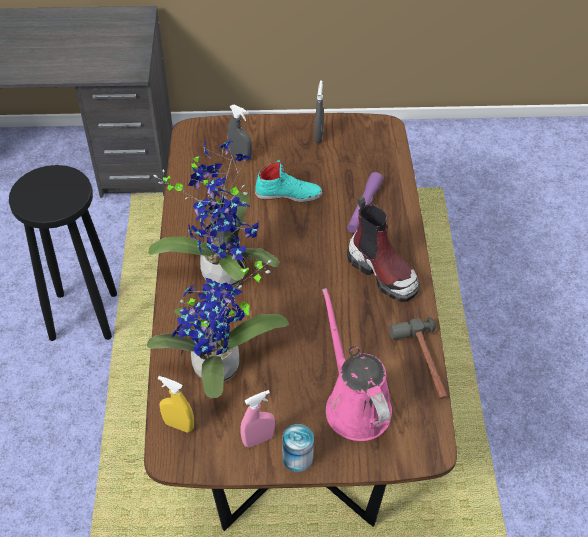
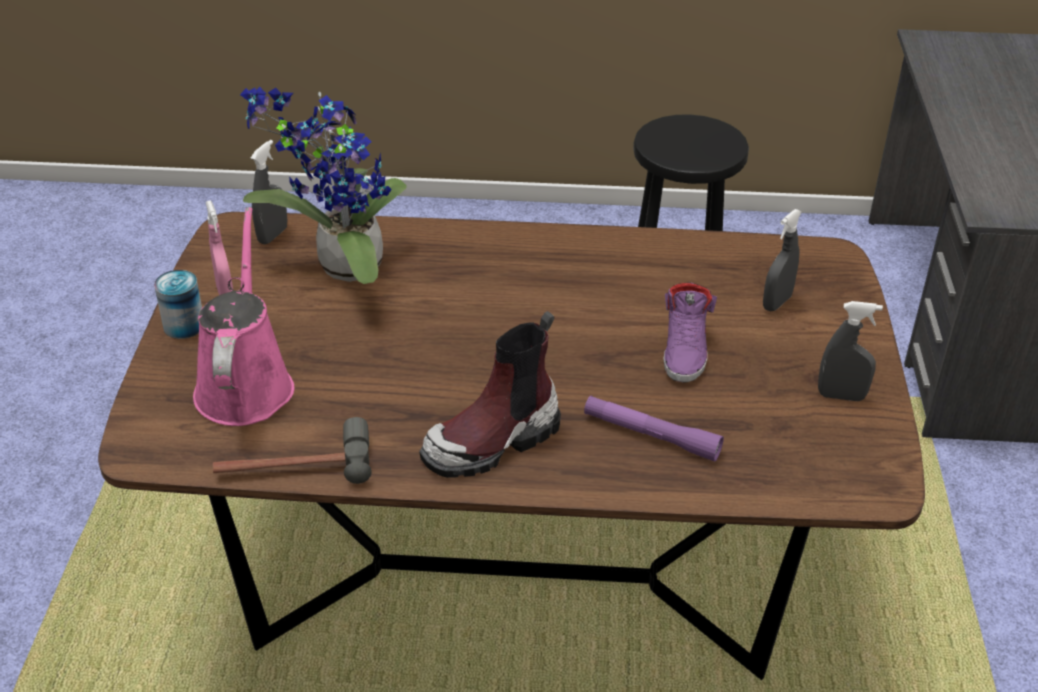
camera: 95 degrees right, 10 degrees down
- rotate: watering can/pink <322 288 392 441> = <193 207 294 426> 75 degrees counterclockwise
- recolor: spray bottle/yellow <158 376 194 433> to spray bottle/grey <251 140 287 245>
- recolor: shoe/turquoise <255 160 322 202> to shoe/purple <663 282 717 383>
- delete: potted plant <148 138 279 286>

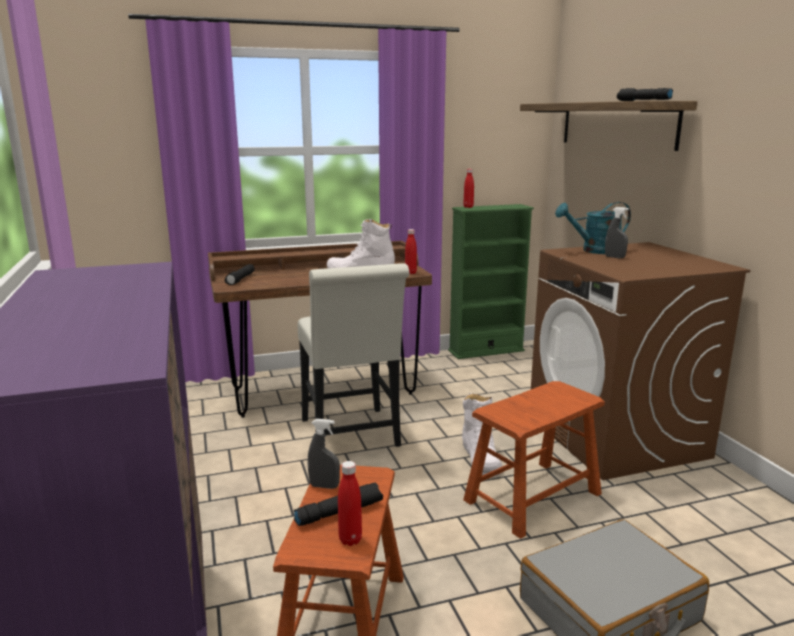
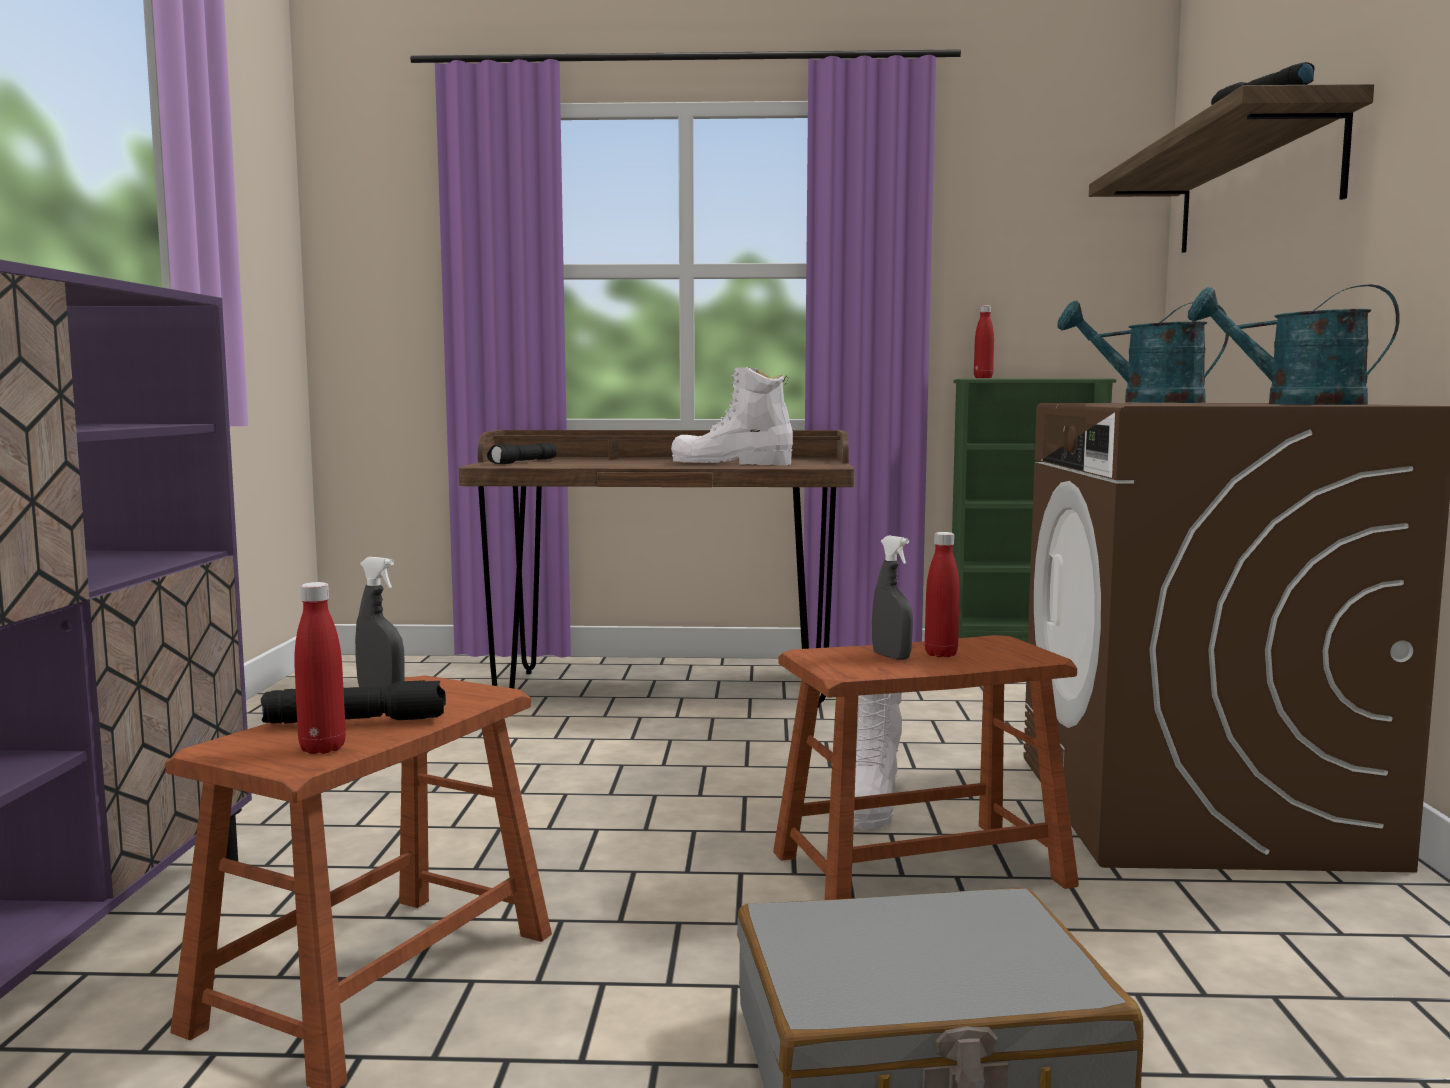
camera: 20 degrees right, 10 degrees down
- move: spray bottle/grey <605 207 629 258> to <872 536 913 660>
- move: bottle/red <405 229 417 274> to <925 532 959 657>
- insert: watering can/turquoise <1188 284 1400 405>
- delete: chair/white <298 263 410 447>

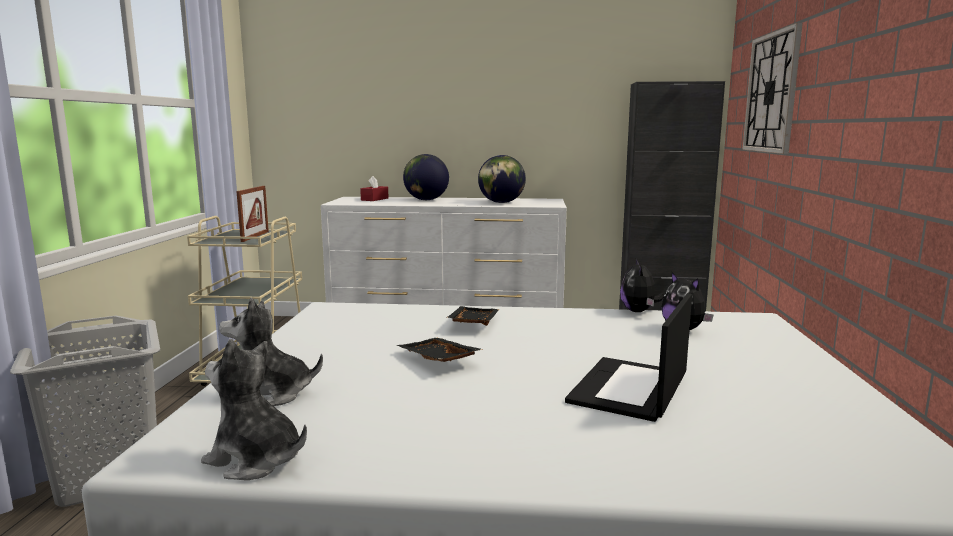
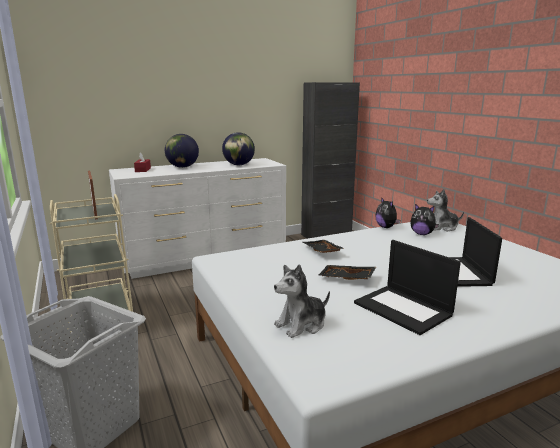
camera: 30 degrees left, 5 degrees up
- insert: laptop <354 240 461 335>
- move: plush toy <201 339 307 480> to <427 189 464 231>
- delete: wall clock <742 23 803 154>

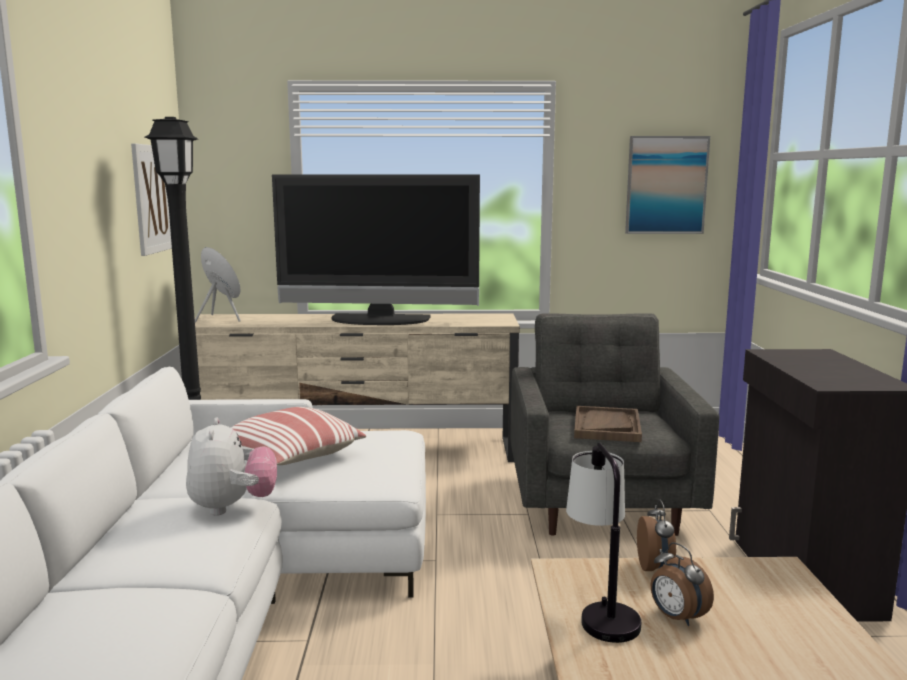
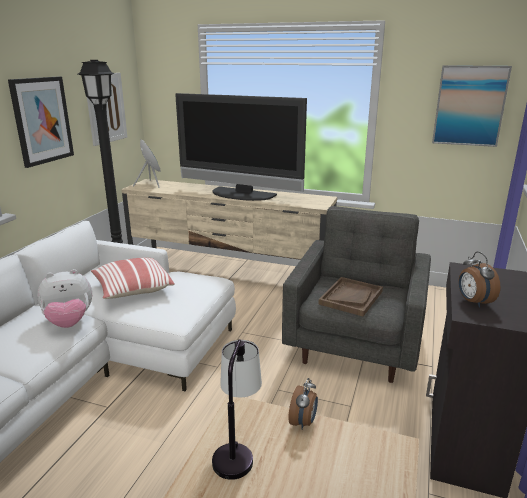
camera: 20 degrees right, 10 degrees up
- insert: picture <8 76 74 168>
- rotate: plush toy <186 418 277 516> = <37 269 92 328> 60 degrees clockwise
- move: alarm clock <651 542 714 626> to <458 252 500 307>

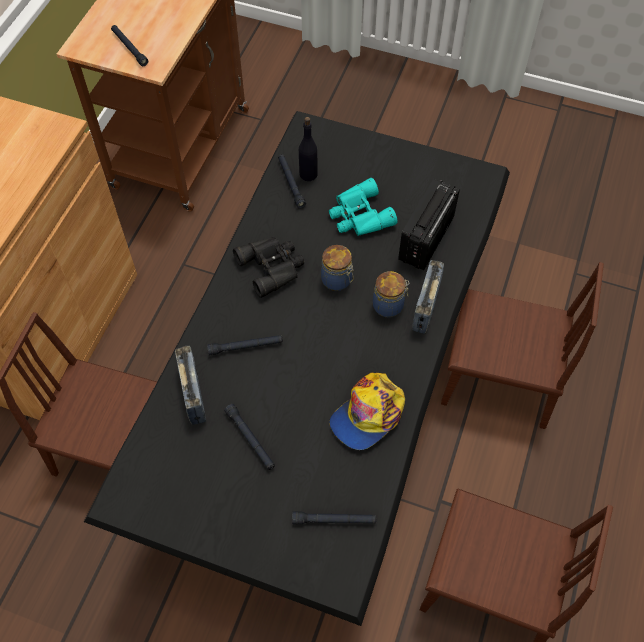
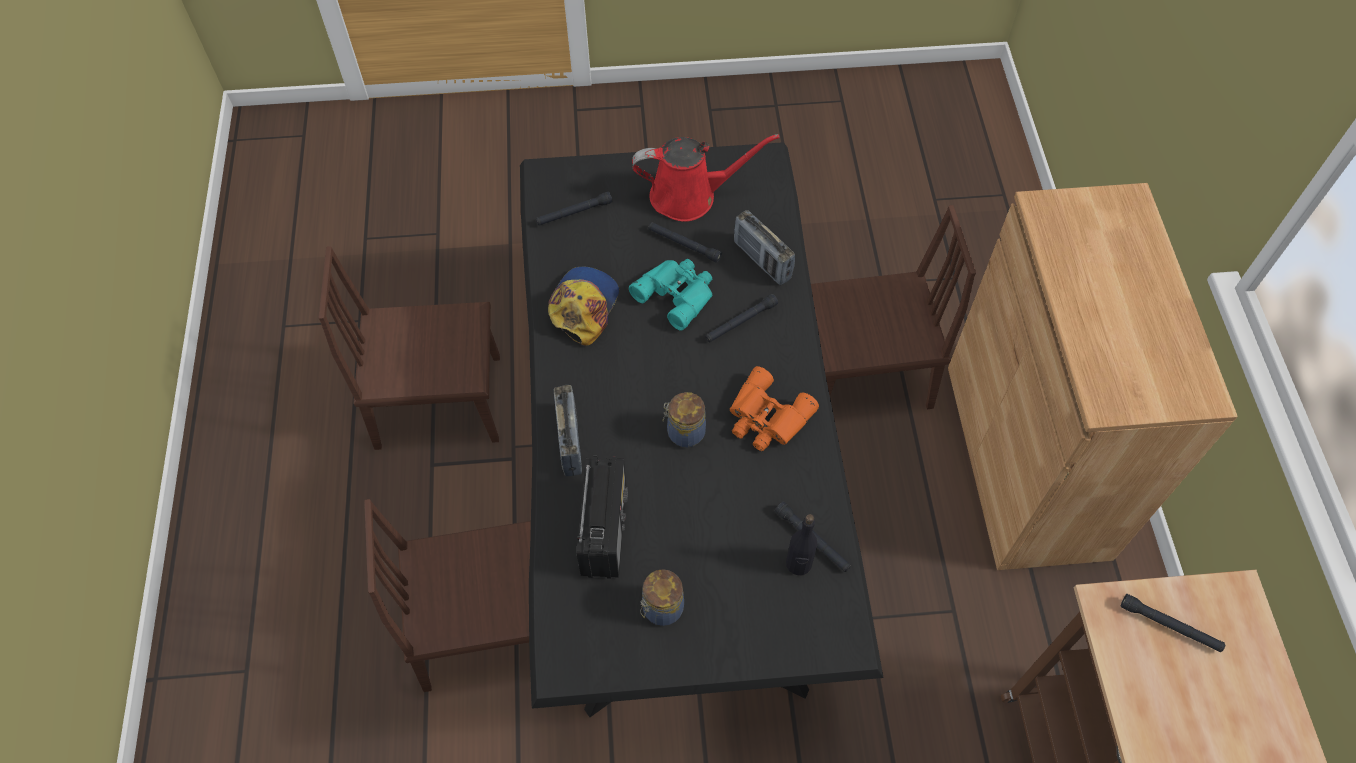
camera: 155 degrees right, 0 degrees up
- move: binoculars/turquoise <329 178 398 236> to <629 259 712 331>
- insert: watering can/red <632 134 780 222>
- move: jar <373 271 409 318> to <640 569 684 626>
- recolor: binoculars/black <233 237 304 298> to binoculars/orange <730 366 819 451>

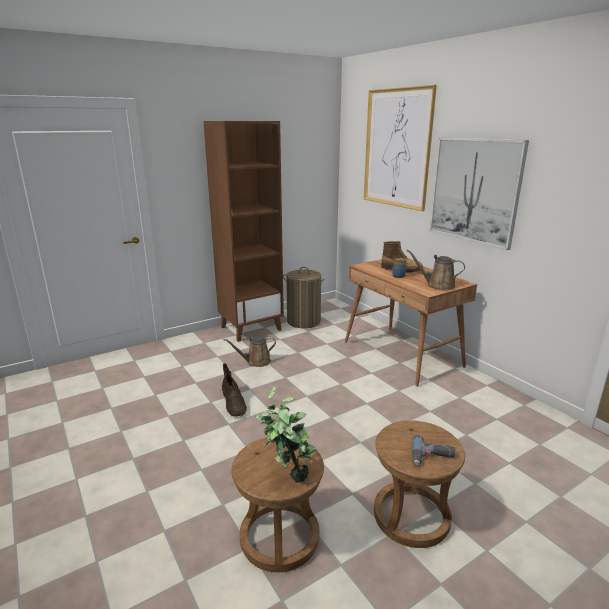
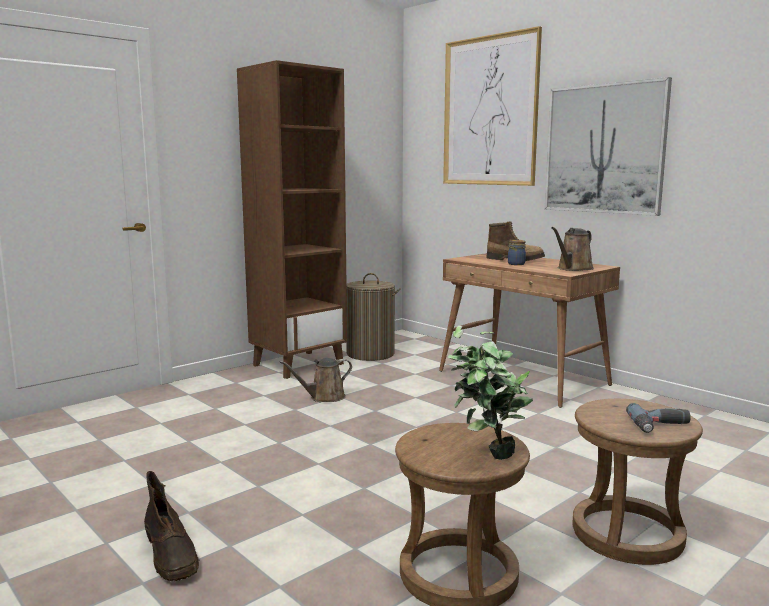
camera: 10 degrees left, 10 degrees down
- move: boot/brown <222 363 247 417> to <144 471 200 581>
- rotate: watering can/brown <406 249 465 290> = <551 227 594 271> 60 degrees counterclockwise

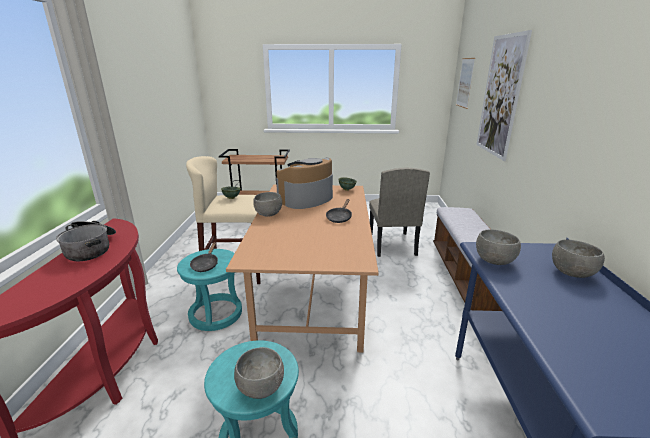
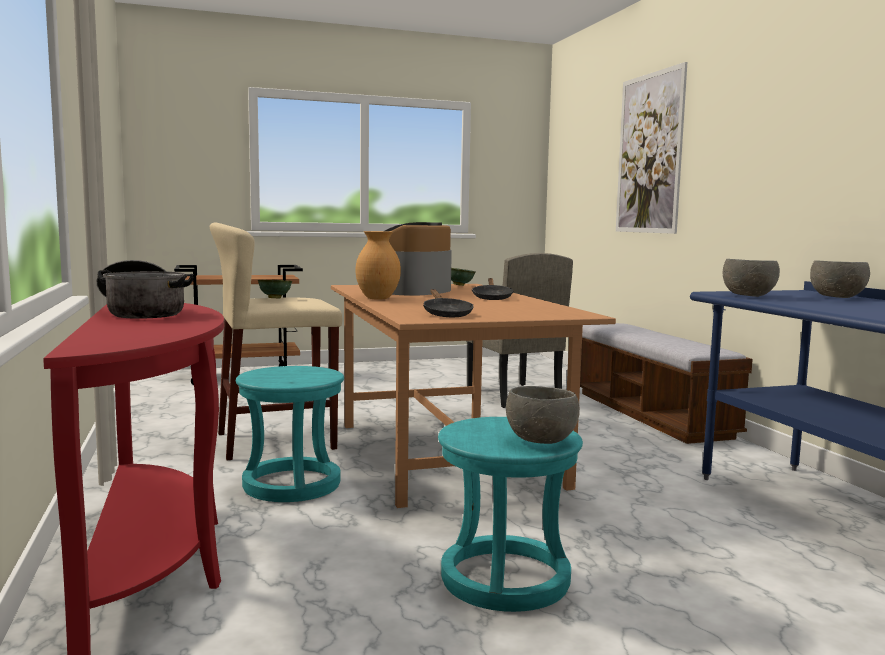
camera: 20 degrees left, 15 degrees down
- replace: bowl/grey <253 192 282 217> to vase/brown <356 231 401 300>
- move: frying pan/black <190 242 218 272> to <423 289 474 317>
- delete: picture <456 58 475 109>

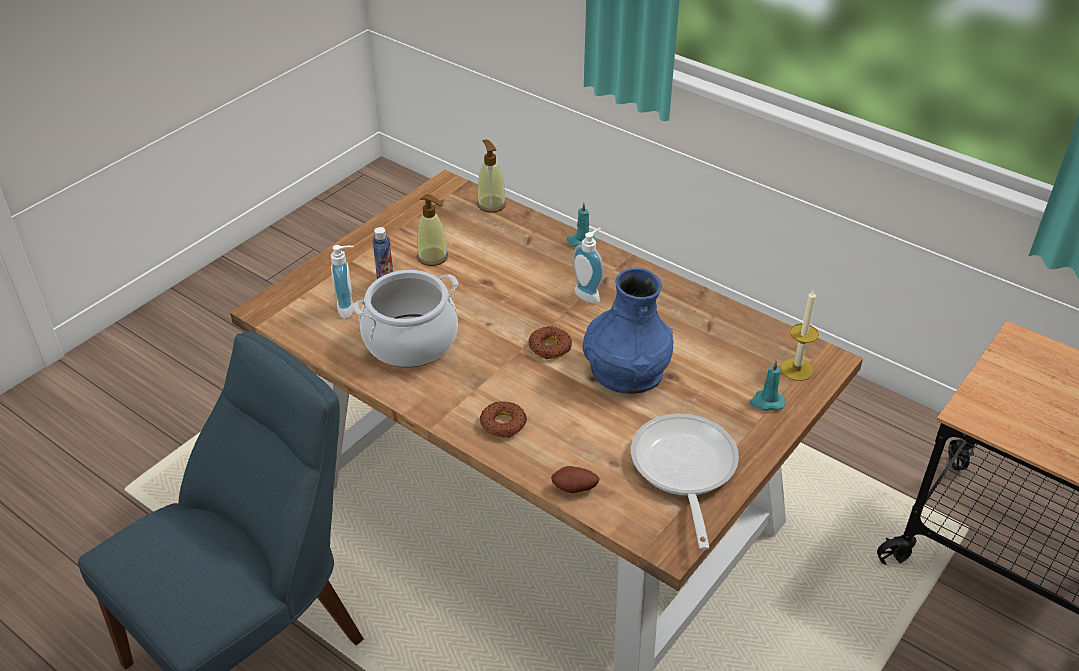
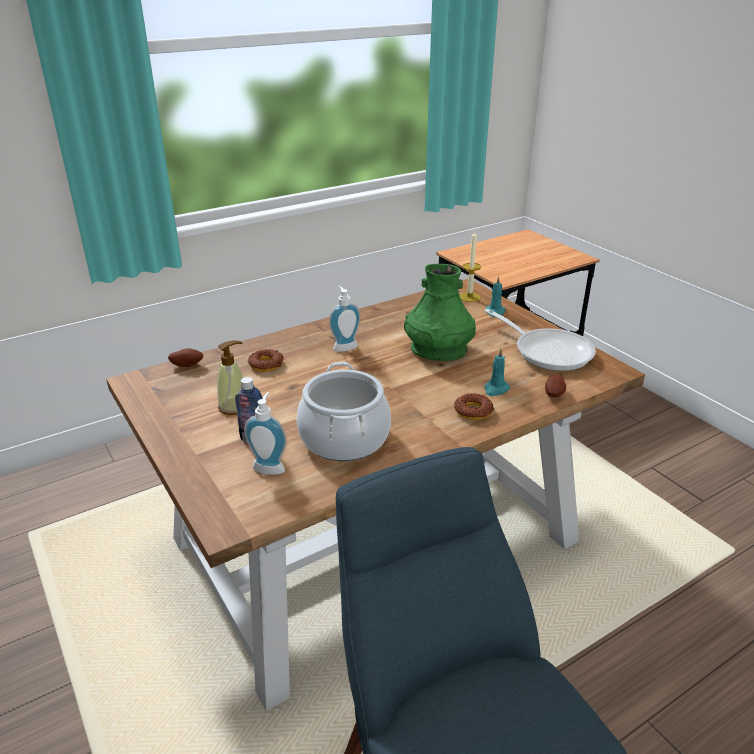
camera: 70 degrees left, 10 degrees down
- replace: soap dispenser <477 139 506 213> to potato <168 348 203 367>
- move: donut <528 326 572 359> to <248 349 284 372>
- recolor: vase/blue <583 268 674 394> to vase/green <404 264 476 361>
- rotate: frying pan <631 414 739 550> = <484 309 596 371> 150 degrees counterclockwise
- move: candle/turquoise <567 202 597 247> to <484 349 510 396>

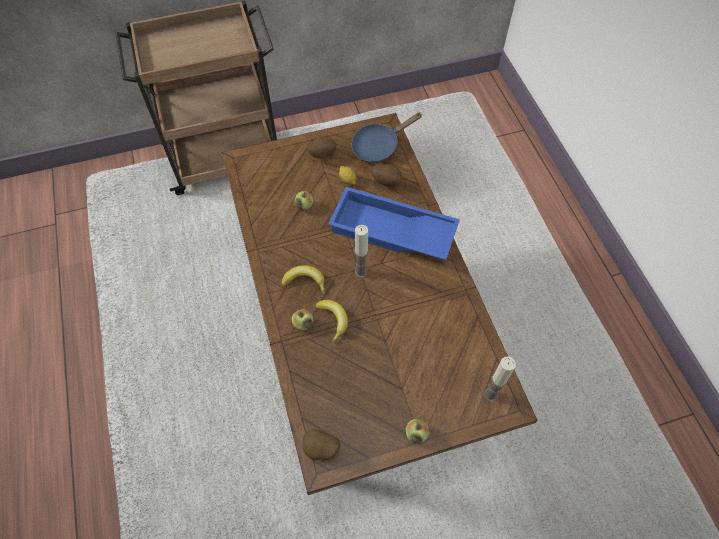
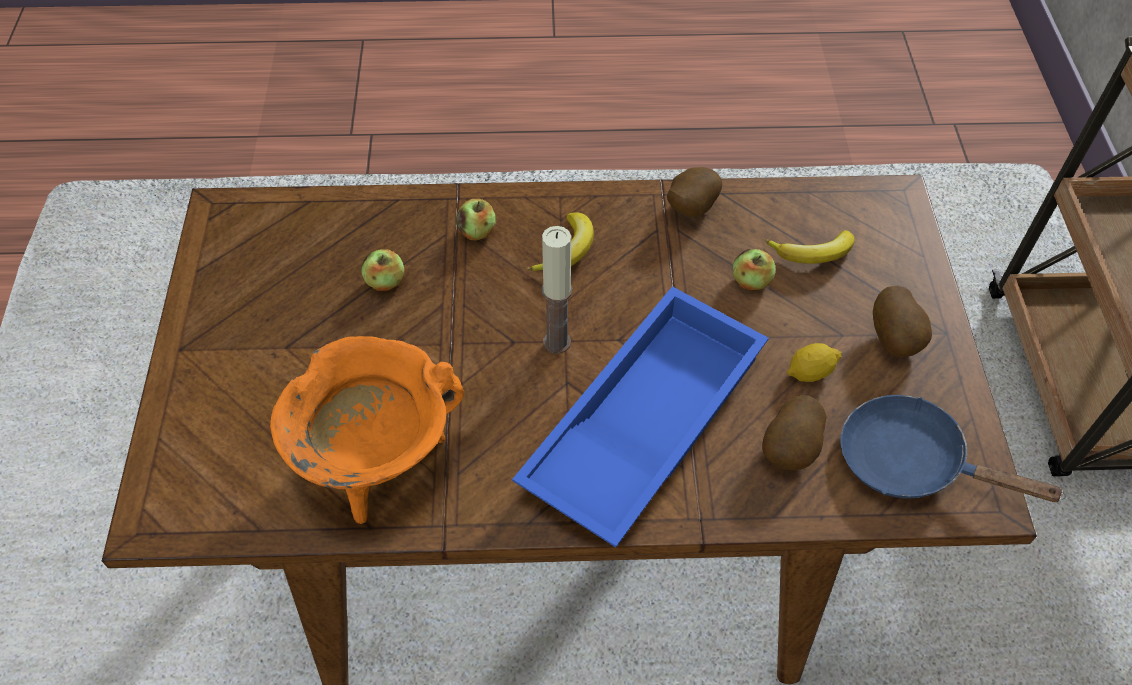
camera: 105 degrees right, 5 degrees down
- insert: cooking pot/orange <270 336 464 524>
- move: apple <406 419 429 444> to <361 249 405 291>
- move: potato <302 429 341 460> to <667 167 722 217>
- move: banana <315 300 348 342> to <765 230 855 264>
- rotate: frying pan/blue <351 113 422 163> = <840 395 1066 502> 45 degrees counterclockwise
- delete: candle <484 356 516 402>

